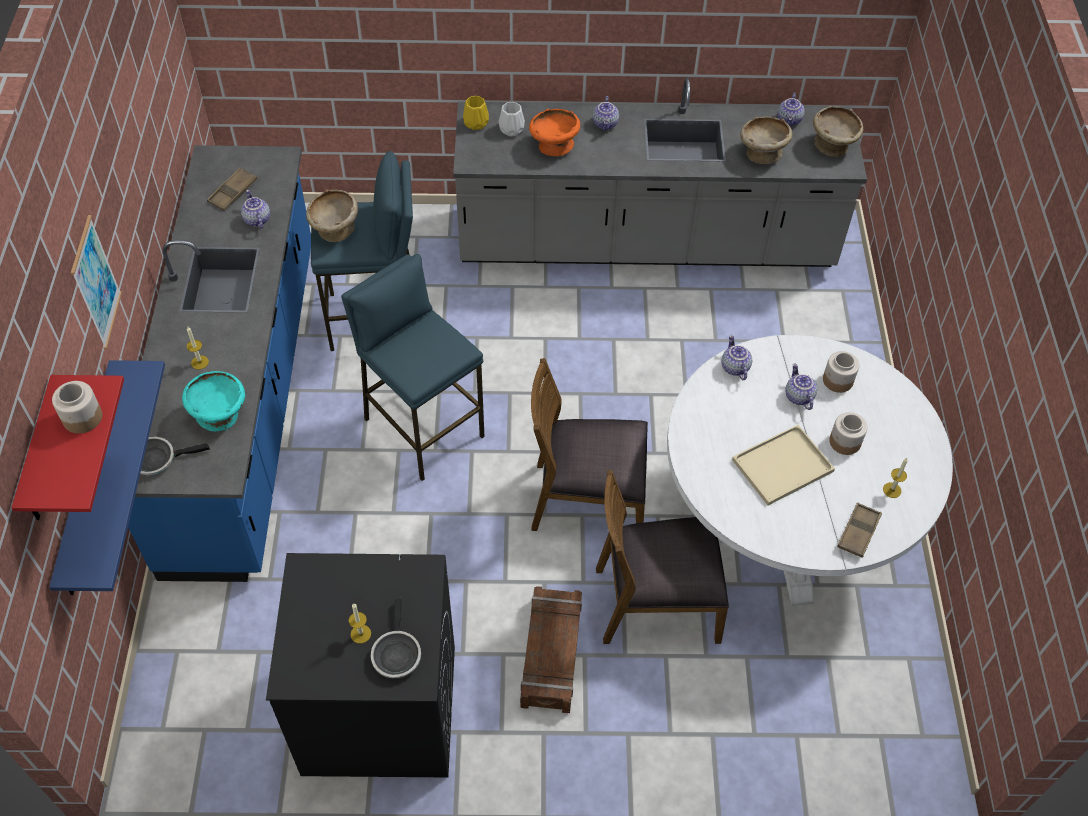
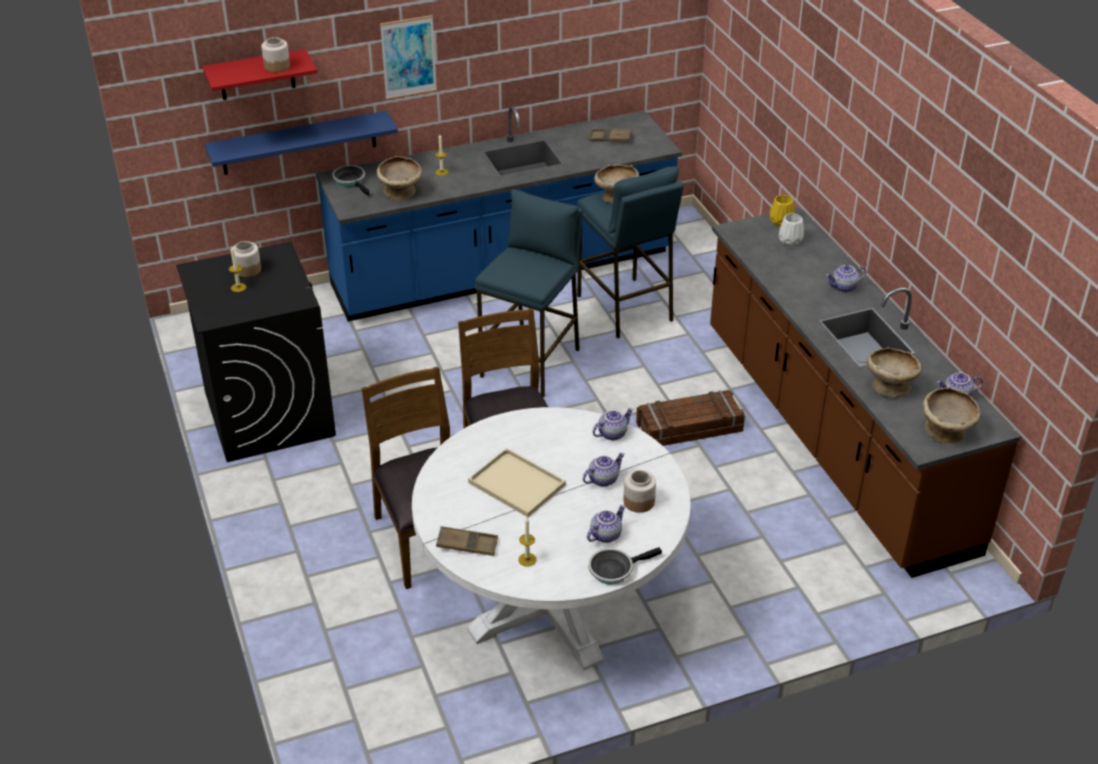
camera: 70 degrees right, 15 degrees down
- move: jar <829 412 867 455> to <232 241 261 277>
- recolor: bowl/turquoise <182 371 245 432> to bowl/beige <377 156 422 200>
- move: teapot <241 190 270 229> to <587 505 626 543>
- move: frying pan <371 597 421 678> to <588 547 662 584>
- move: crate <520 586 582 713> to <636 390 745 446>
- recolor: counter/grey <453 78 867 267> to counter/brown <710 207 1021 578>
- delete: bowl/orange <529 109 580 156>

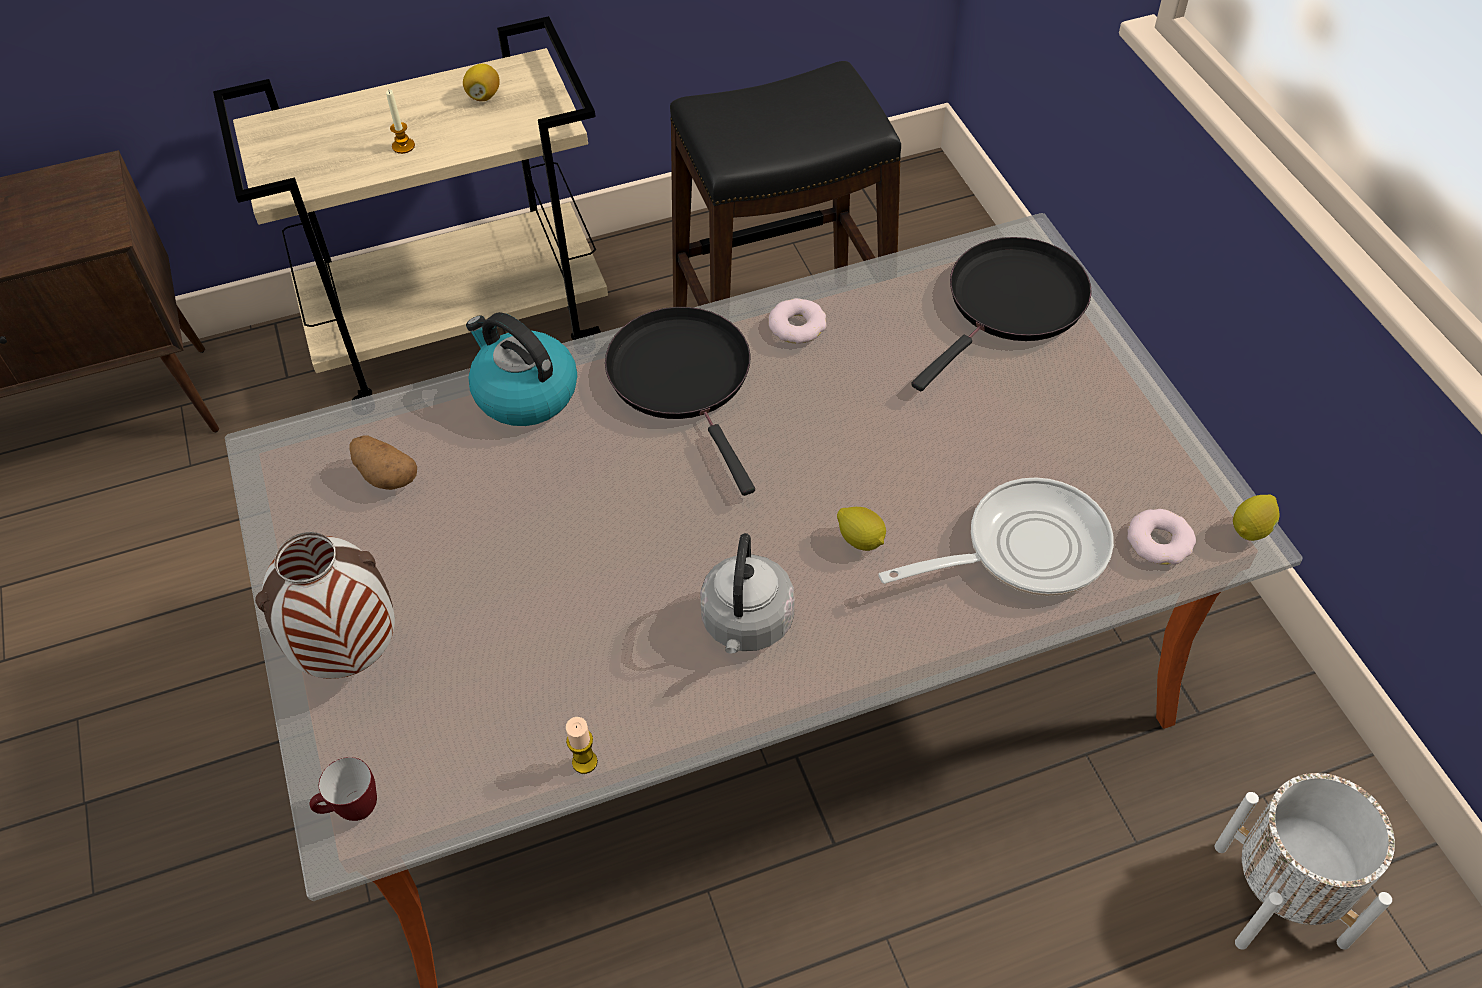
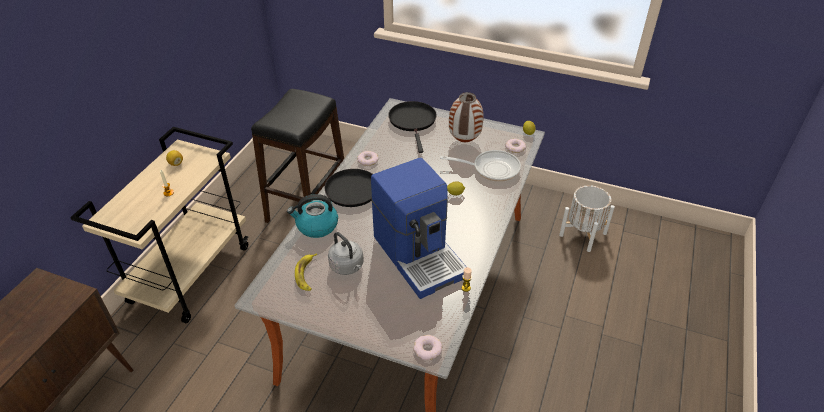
camera: 50 degrees left, 10 degrees down
- replace: potato <349 435 417 490> to banana <295 253 317 291>
- move: kettle/grey <700 533 795 653> to <328 232 364 275>
- insert: coffee machine <371 158 466 299>
- replace: mug <310 757 377 821> to donut <413 335 442 360>
- rotate: frying pan <878 478 1114 596> = <440 150 521 182> 75 degrees clockwise
- move: vase <255 532 395 679> to <449 92 484 142>

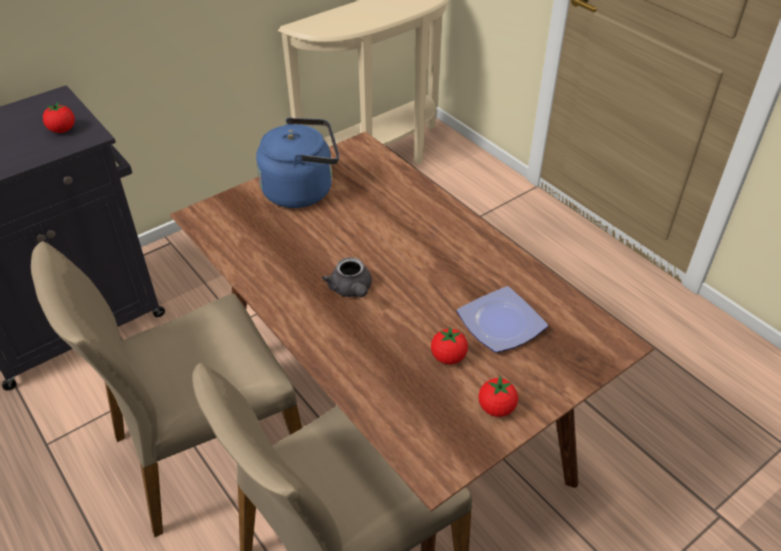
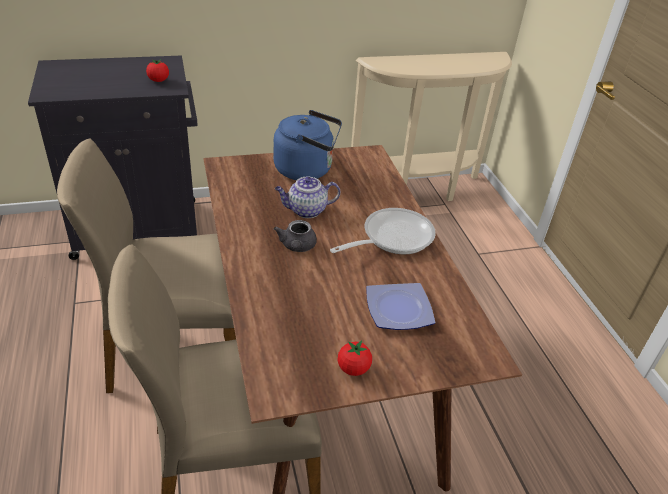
camera: 20 degrees right, 5 degrees down
- insert: teapot <275 177 340 218>
- insert: frying pan <330 208 436 254>
- delete: tomato <431 326 468 365>

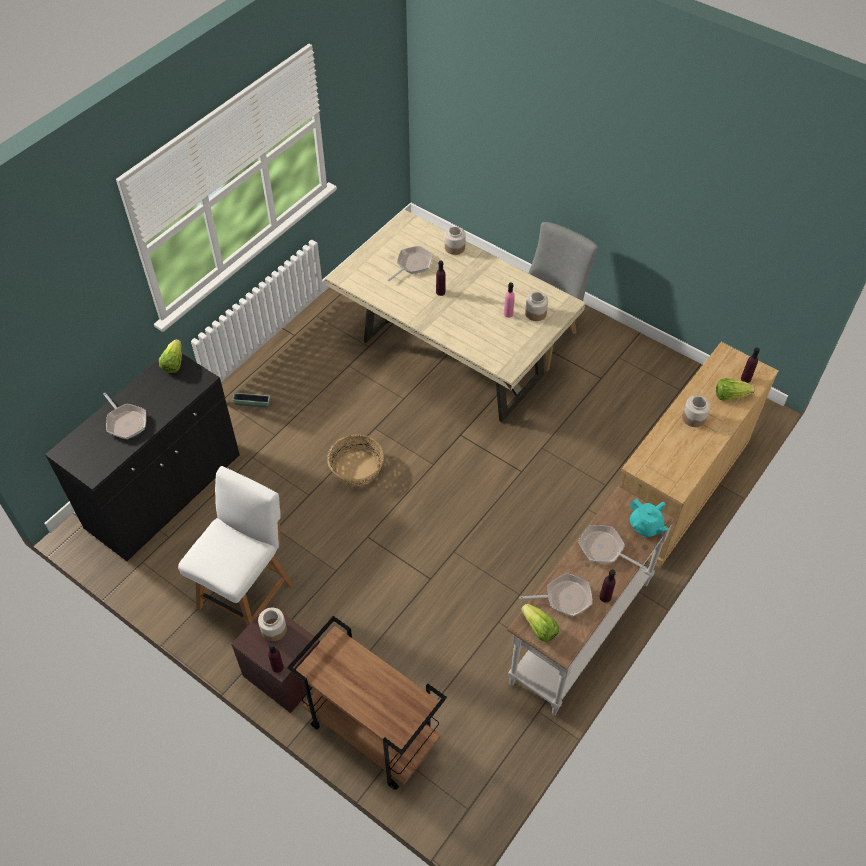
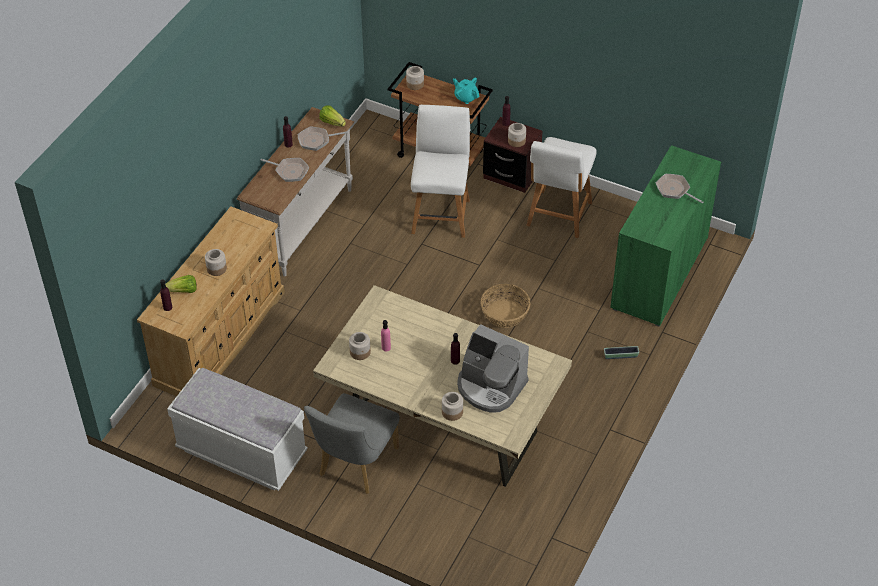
camera: 170 degrees right, 5 degrees down
- insert: bench/white <167 368 308 491>
- insert: jar <406 66 424 90>
- insert: chair/white <411 105 470 238>
- move: teapot/turquoise <630 499 669 537> to <453 77 480 104>
- replace: frying pan <388 246 433 281> to coffee machine <457 324 529 413>
- recolor: cabinet/black <45 354 240 561> to cabinet/green <610 145 721 327>
- delete: lettuce <159 339 182 373>

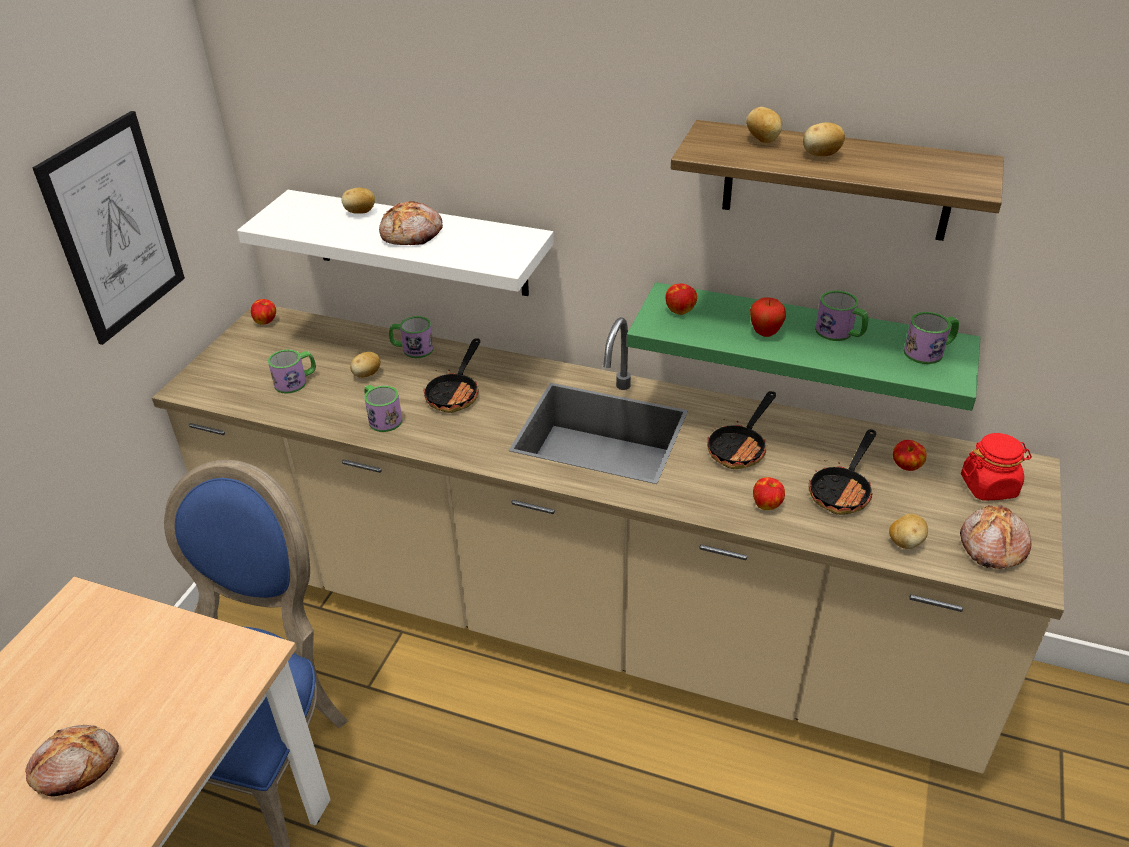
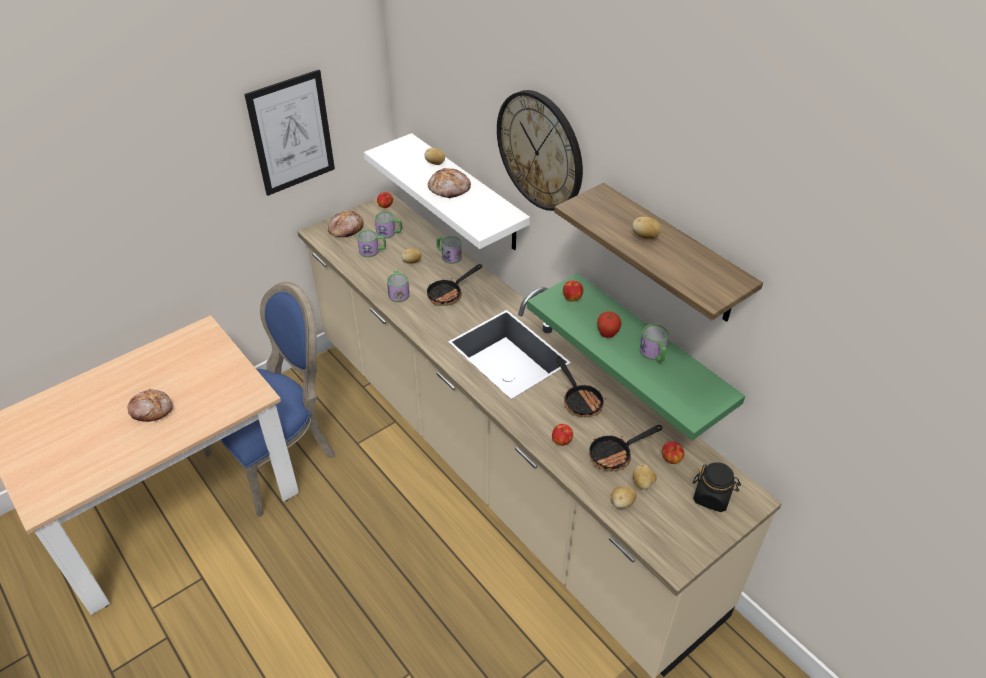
camera: 30 degrees right, 5 degrees up
- move: bread <960 505 1031 569> to <328 211 364 237>
- move: mug <904 312 959 364> to <375 212 402 239>
- insert: wall clock <497 90 583 211>
- rotate: frying pan <707 391 776 469> = <556 357 606 417> 90 degrees counterclockwise
- move: potato <746 107 782 143> to <633 464 657 490>
- recolor: jar/red <961 433 1032 501> to jar/black <693 462 741 512>

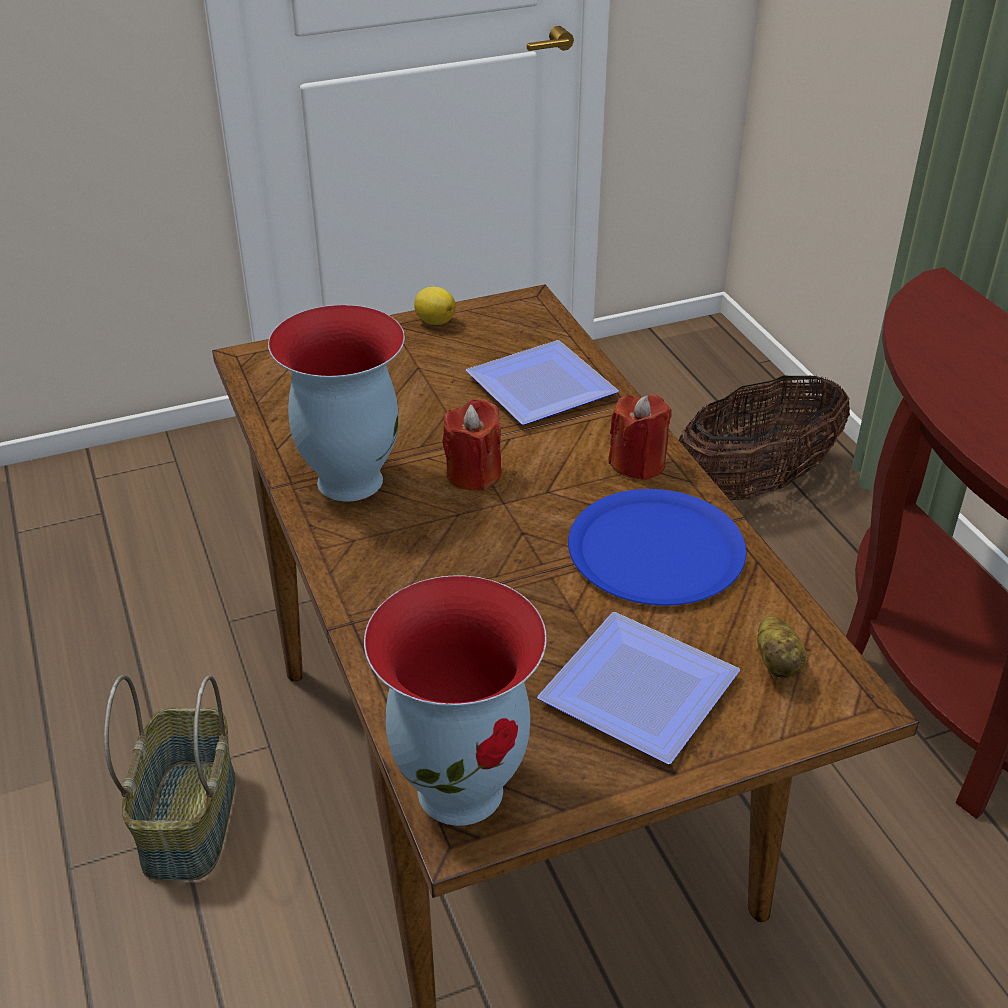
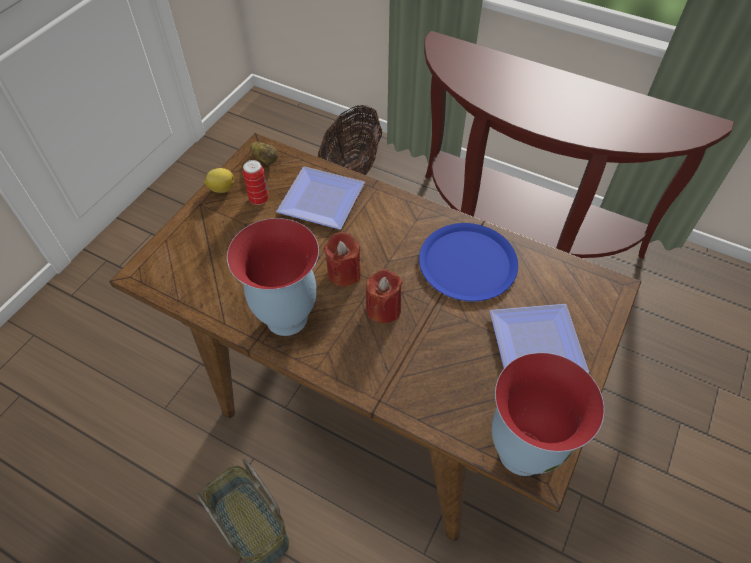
camera: 40 degrees left, 15 degrees up
- insert: can <243 160 269 205>
- move: potato <757 617 807 678> to <250 142 278 166>
- move: candle/red <608 395 672 480> to <366 269 403 324>

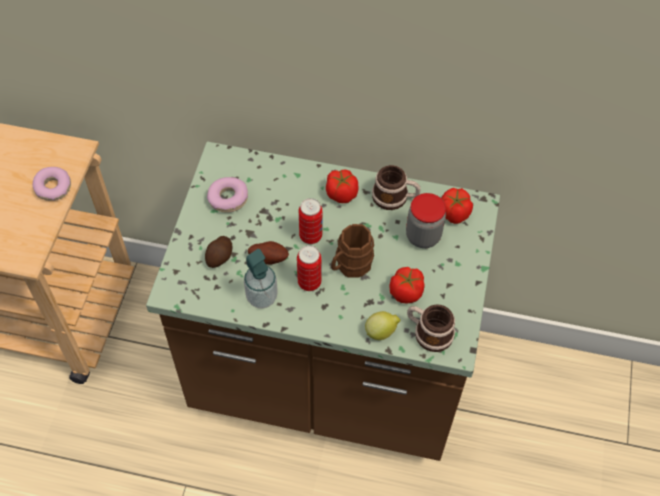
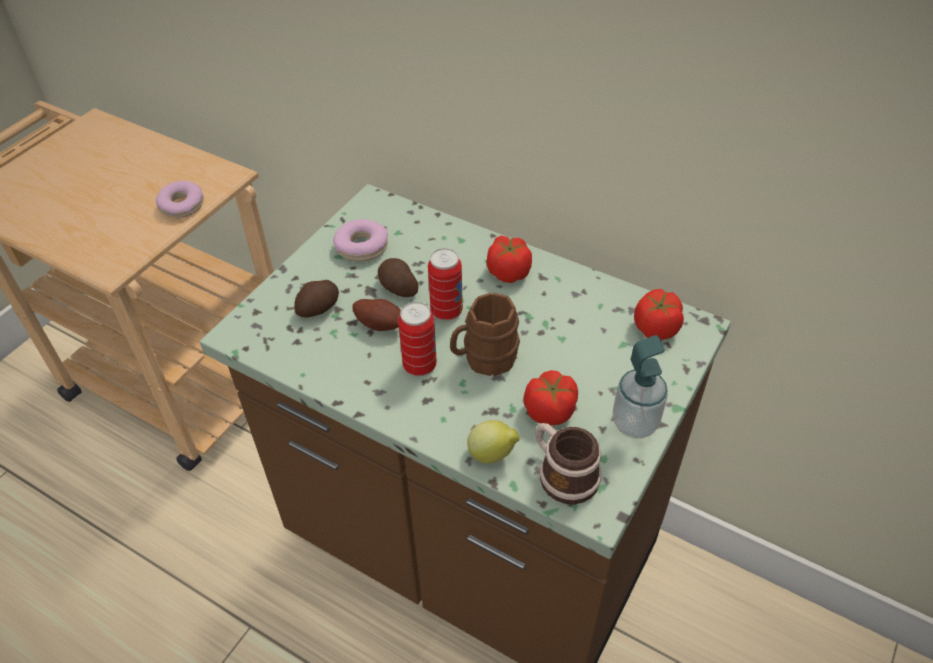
camera: 20 degrees right, 10 degrees down
- insert: potato <378 258 418 297>
- move: soap dispenser <244 249 278 309> to <613 335 668 439>
- delete: mug <372 165 421 210>
- delete: jar <406 193 446 248>

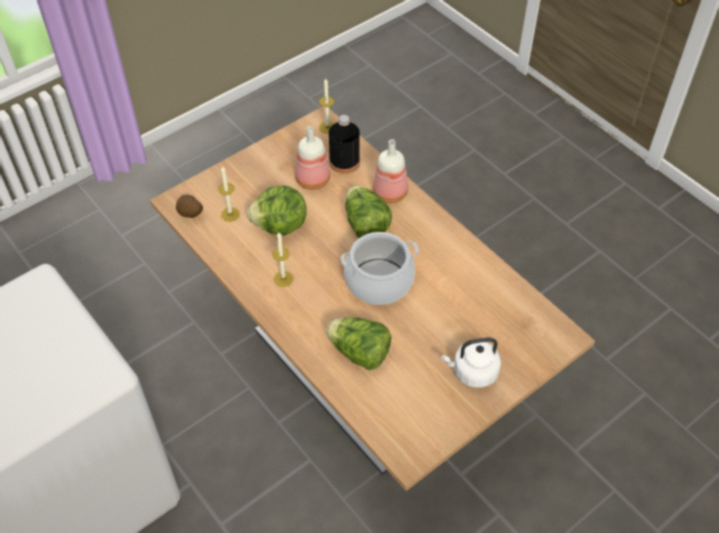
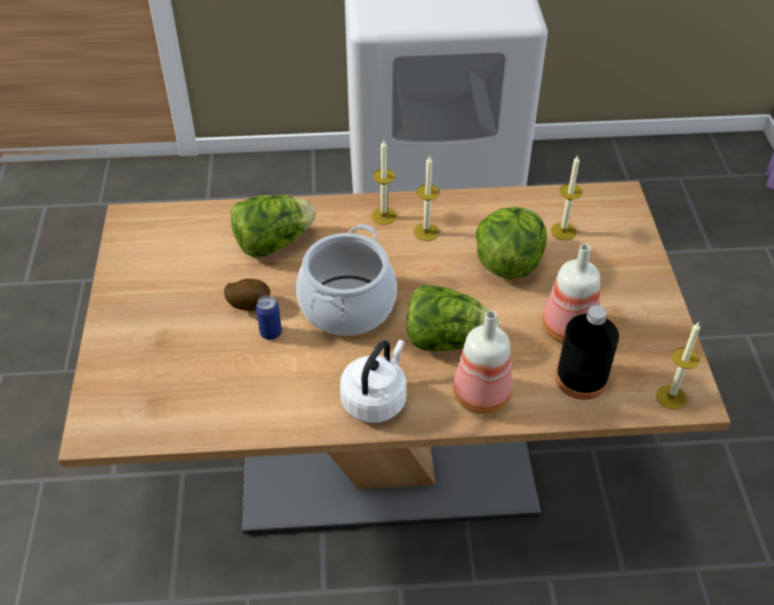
camera: 125 degrees right, 5 degrees down
- move: potato <176 195 203 218> to <224 279 270 311>
- insert: can <256 296 282 340>
- move: kettle/white <441 337 501 388> to <340 340 407 423>
- insert: candle <371 139 397 225>

